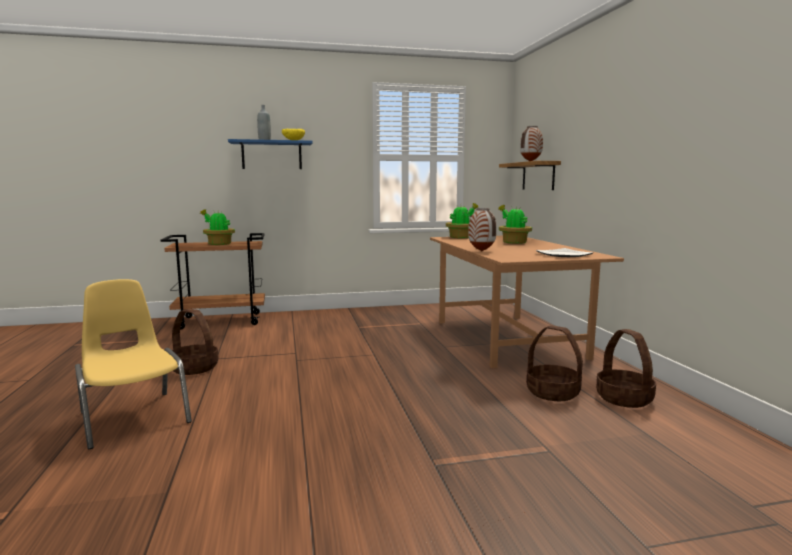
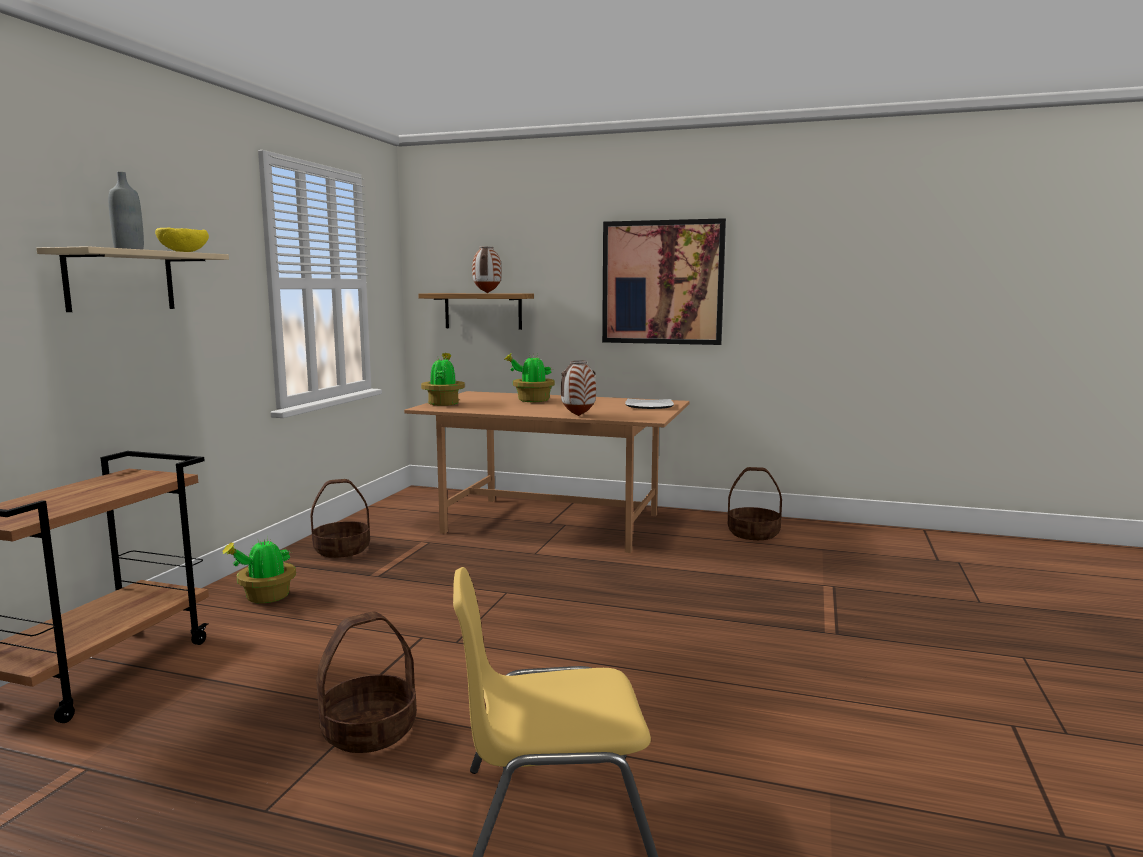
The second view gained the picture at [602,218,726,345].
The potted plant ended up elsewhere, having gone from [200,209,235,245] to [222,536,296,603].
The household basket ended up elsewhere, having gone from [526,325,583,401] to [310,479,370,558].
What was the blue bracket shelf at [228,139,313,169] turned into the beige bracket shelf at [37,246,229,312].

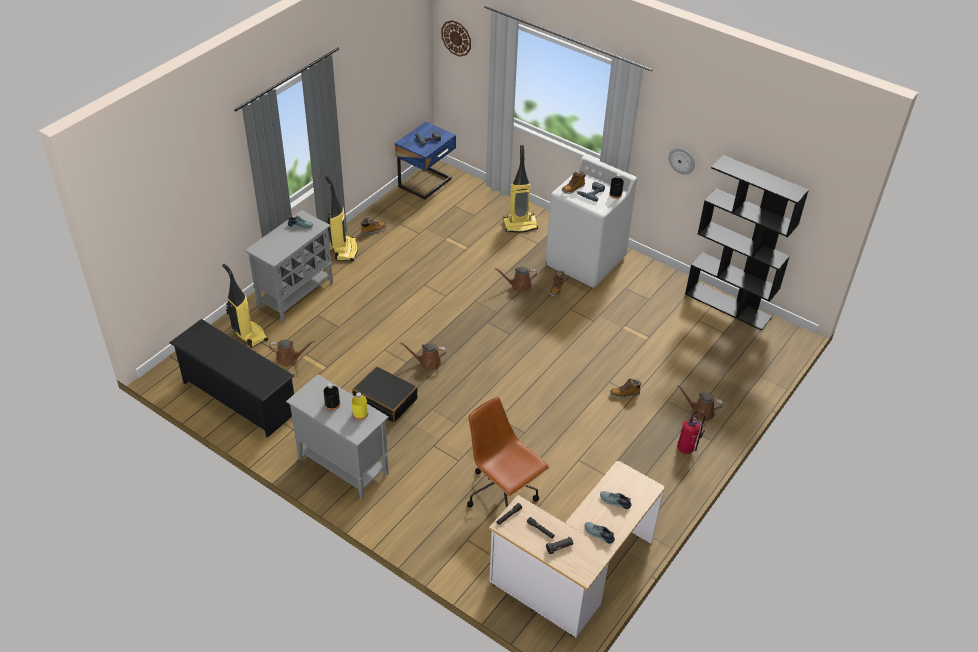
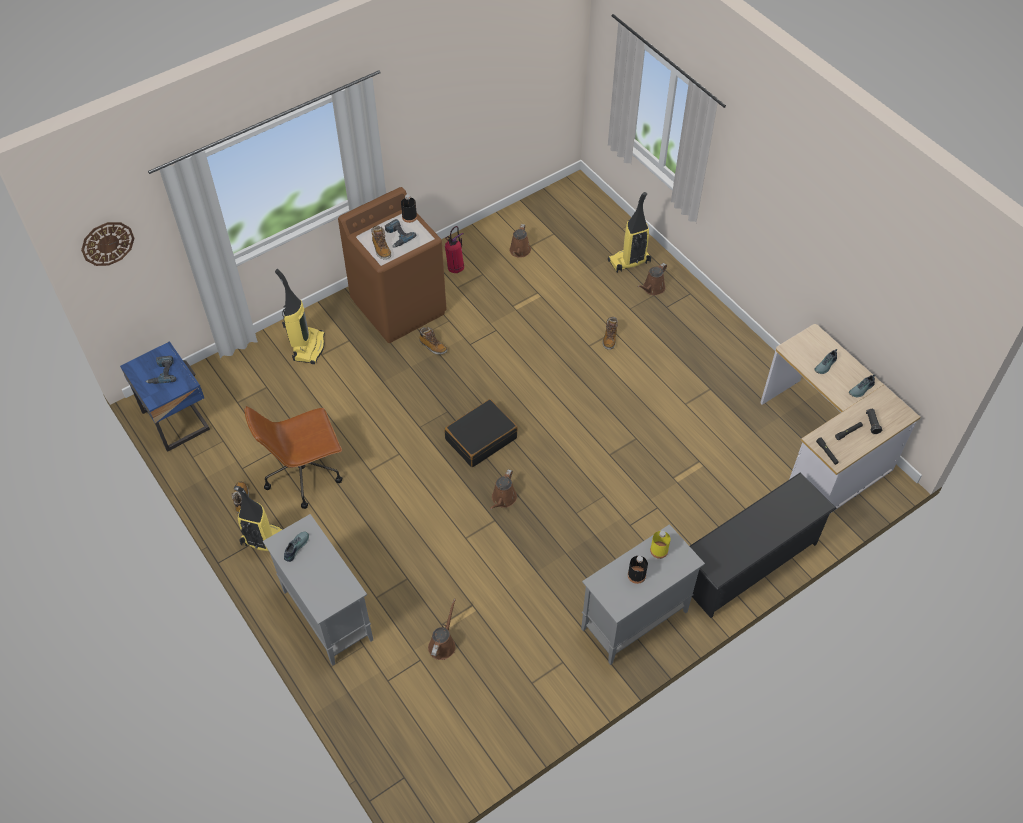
The second view lost the hanging clock at [668,148,695,175].
The second view lost the blackish bookcase at [685,155,809,331].
The blackish shoe rack ended up elsewhere, having gone from [169,319,295,438] to [690,472,837,618].
The vacuum cleaner ended up elsewhere, having gone from [222,264,268,348] to [608,192,651,273].
The blackish piece of luggage ended up elsewhere, having gone from [352,366,418,422] to [445,399,518,467].
The brown-coloured computer chair ended up elsewhere, having gone from [467,397,549,508] to [245,406,342,509].
The brown-coloured watering pot ended up elsewhere, having gone from [495,267,537,292] to [509,224,531,258].
The fire-fighting cylinder ended up elsewhere, having gone from [677,412,706,454] to [445,226,464,273].
What was the white-coloured washing machine at [545,155,637,288] turned into the brown-coloured washing machine at [338,187,446,343].

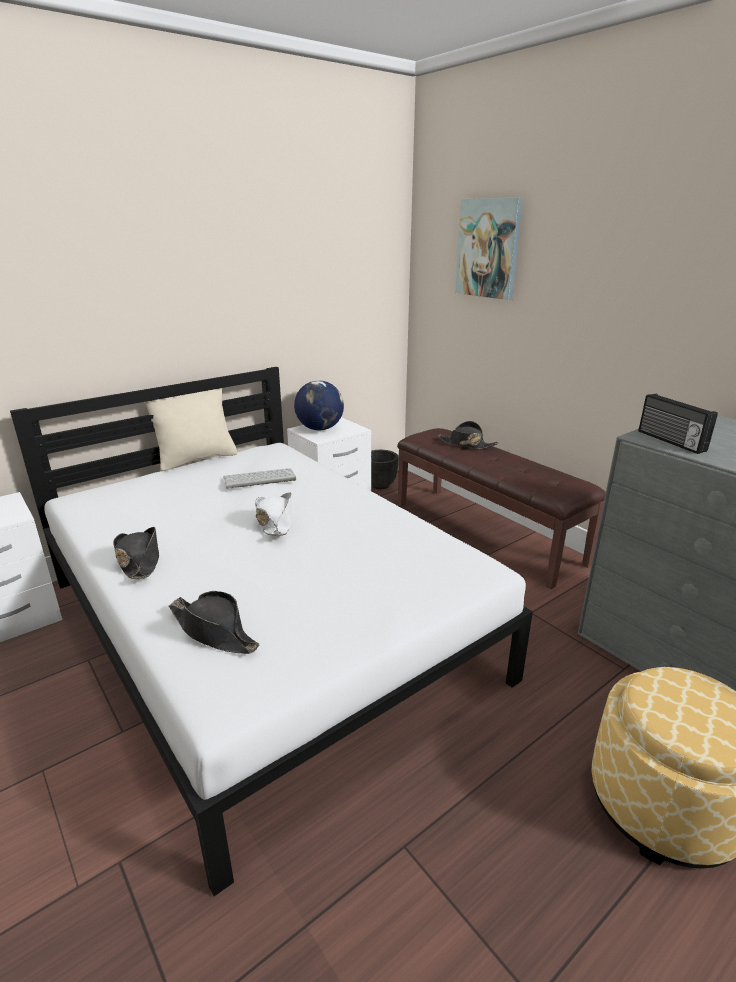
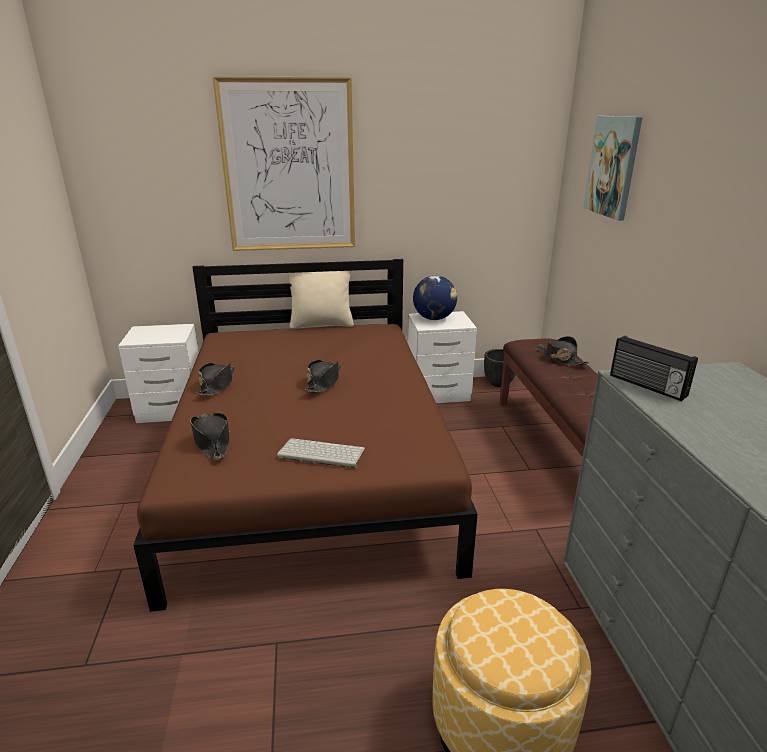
The second view gained the picture at [213,76,355,251].
The keyboard ended up elsewhere, having gone from [224,468,296,489] to [277,438,365,468].
What was the white-coloured sleeping bed at [10,367,533,896] turned into the brown-coloured sleeping bed at [133,259,478,612].
What was the white-coloured wearable hat at [255,492,292,536] turned into the blackish wearable hat at [305,360,341,393].
The radio receiver at [639,394,718,454] ended up facing another way, 45 degrees counterclockwise from before.

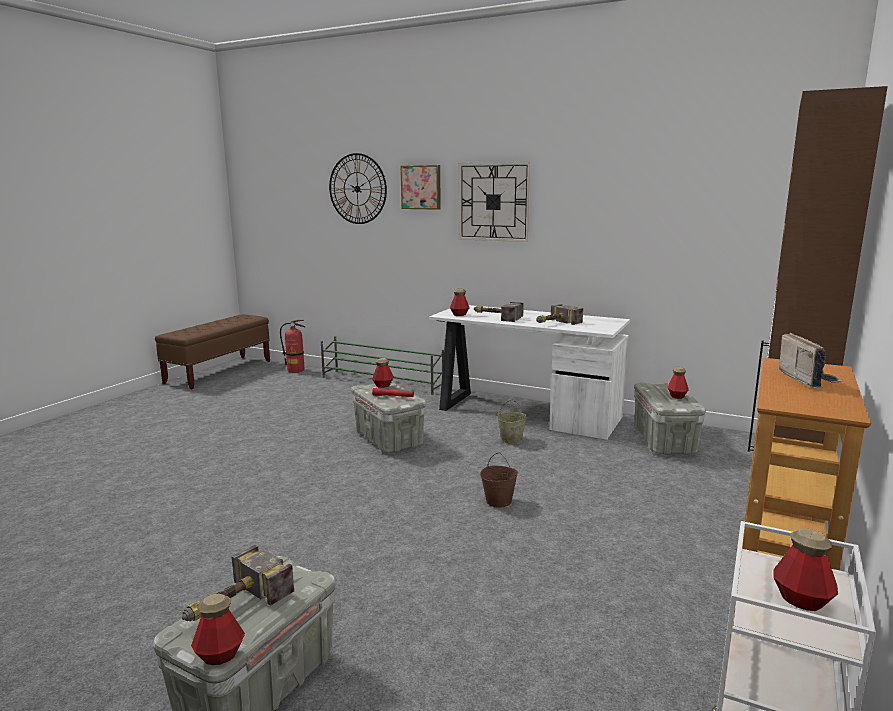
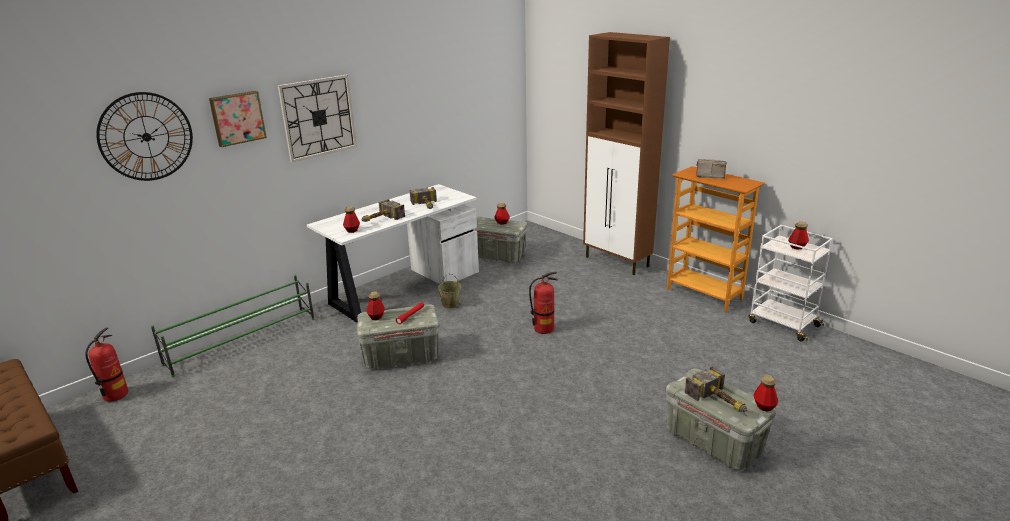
Where the brown-coloured pail stood at [480,453,518,508], the fire-fighting cylinder came to stand at [529,272,558,334].

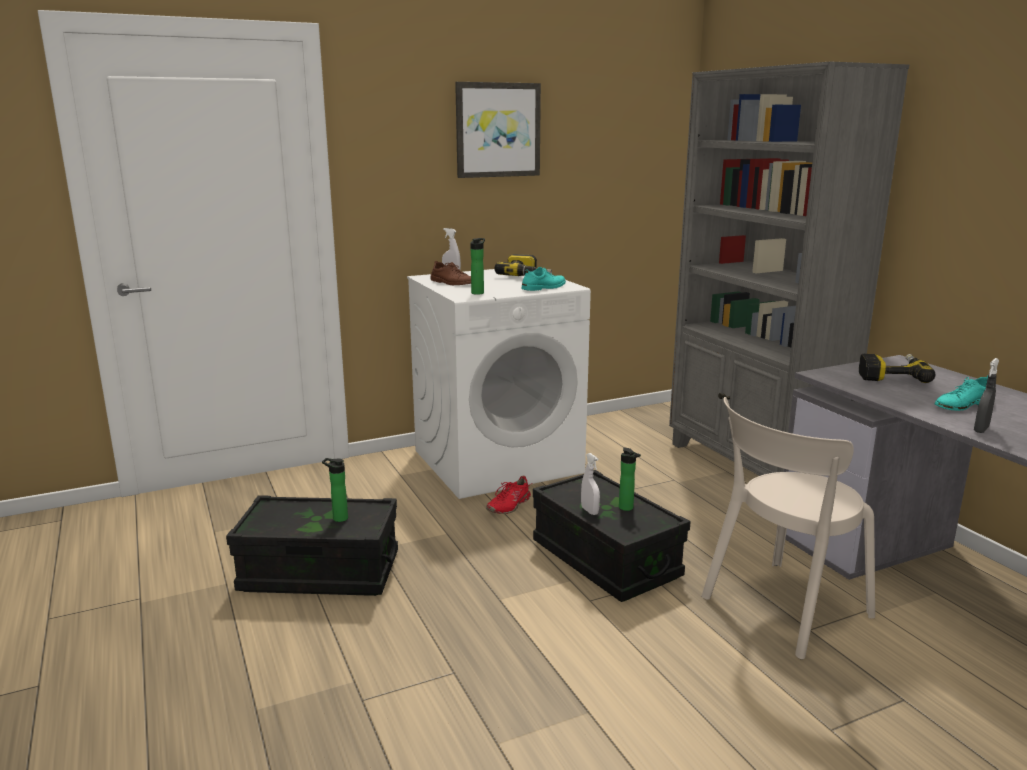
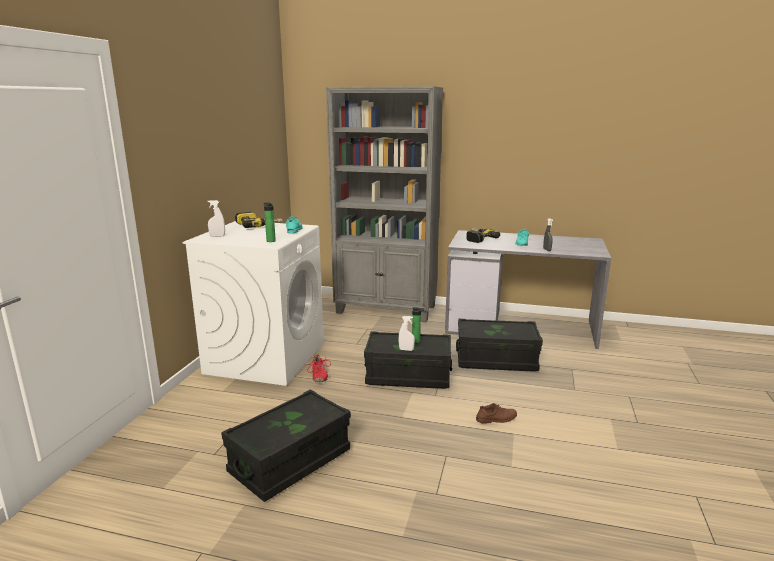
The second view lost the bottle at [322,458,348,522].
The second view lost the picture at [455,82,541,178].
The brown-coloured low shoe ended up elsewhere, having gone from [430,261,471,285] to [476,403,517,423].
Where the beige upright chair stood at [701,397,875,660], the blackish storage box came to stand at [456,319,543,372].

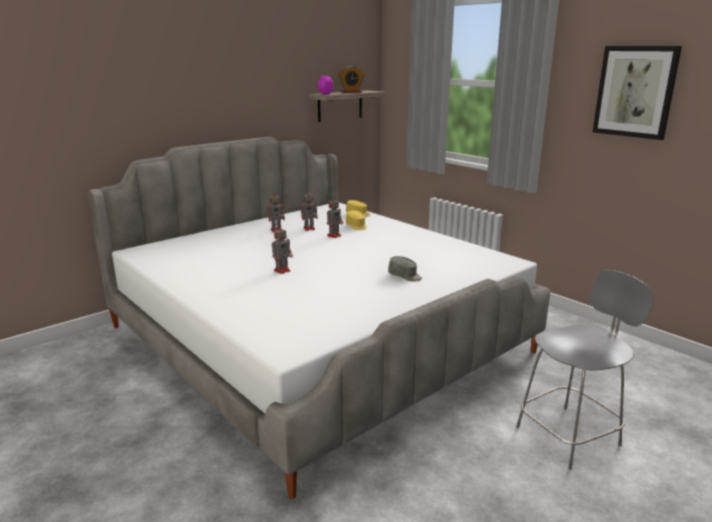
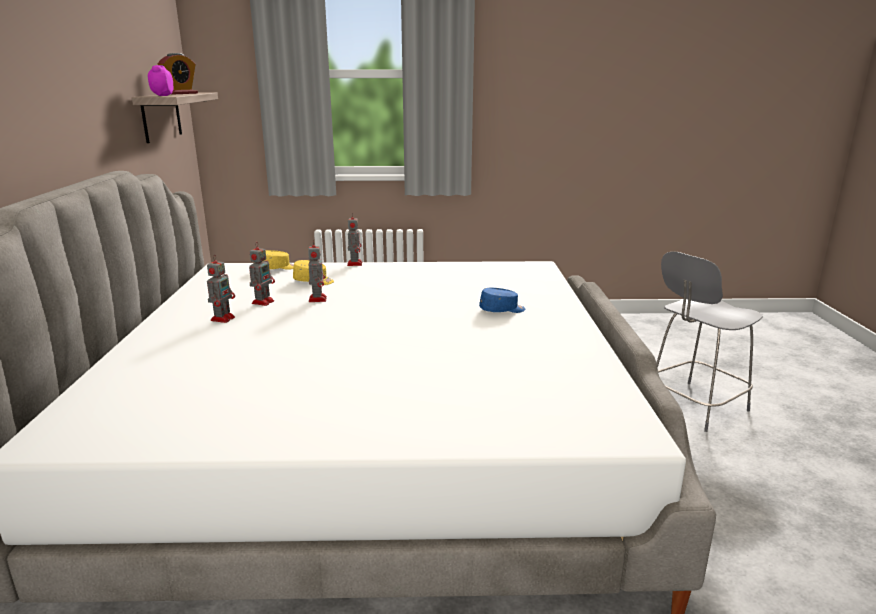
The second view lost the picture at [593,46,682,140].
The toy robot ended up elsewhere, having gone from [272,228,293,274] to [347,213,362,266].
What was the gray cap at [388,256,422,282] turned into the blue cap at [479,288,525,313].
The gray upright chair at [516,270,654,470] ended up facing another way, 135 degrees counterclockwise from before.

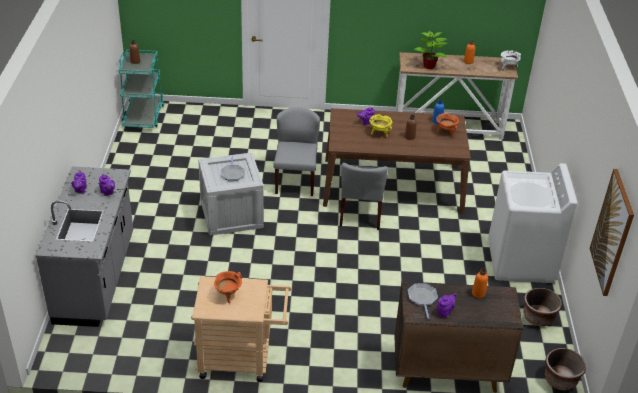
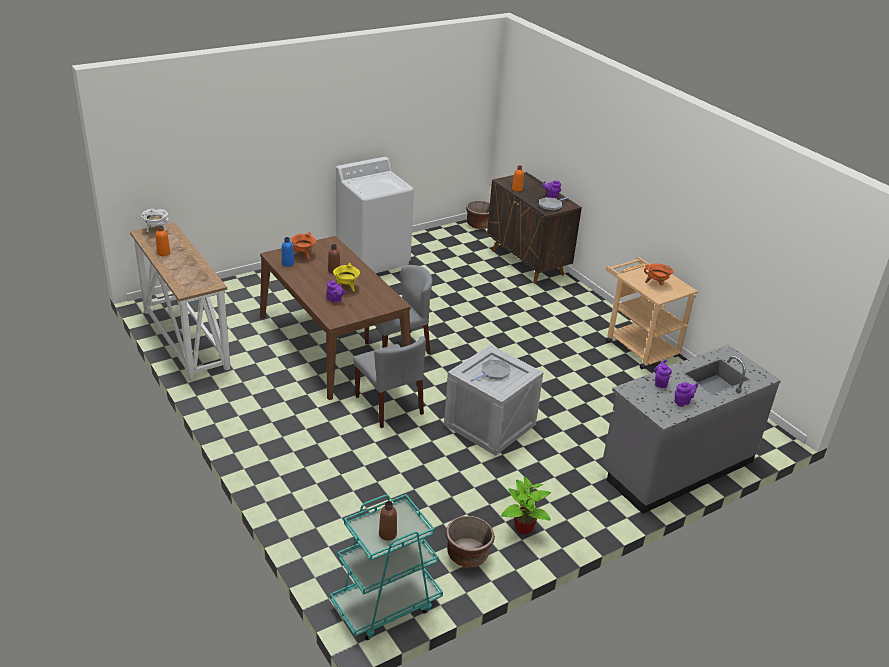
The second view lost the picture at [589,169,634,296].
The potted plant ended up elsewhere, having gone from [413,31,448,69] to [501,477,551,535].
The brown-coloured plant pot ended up elsewhere, having gone from [523,288,562,326] to [446,516,495,568].
The gray upright chair at [273,107,320,196] ended up facing another way, 90 degrees counterclockwise from before.

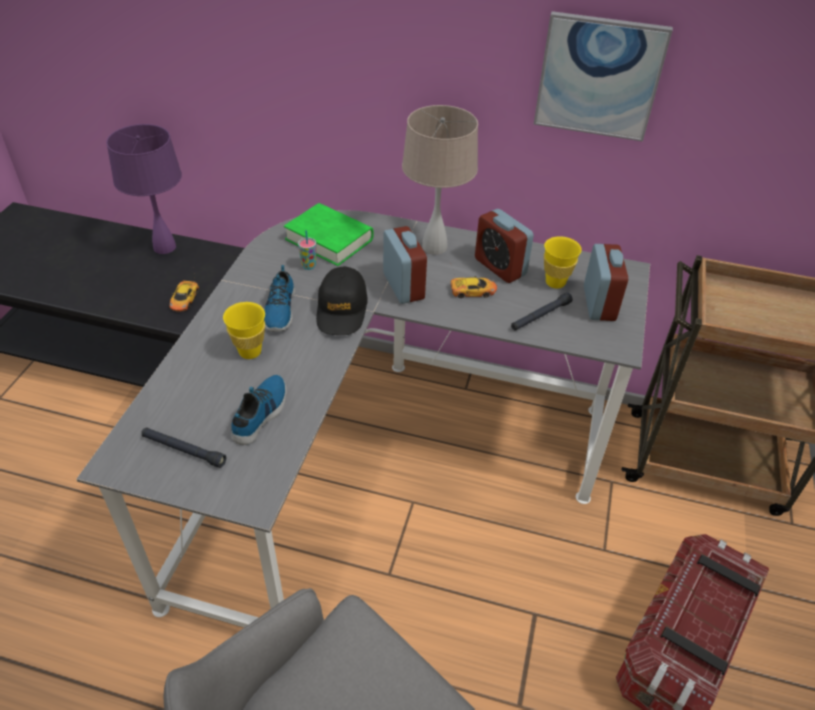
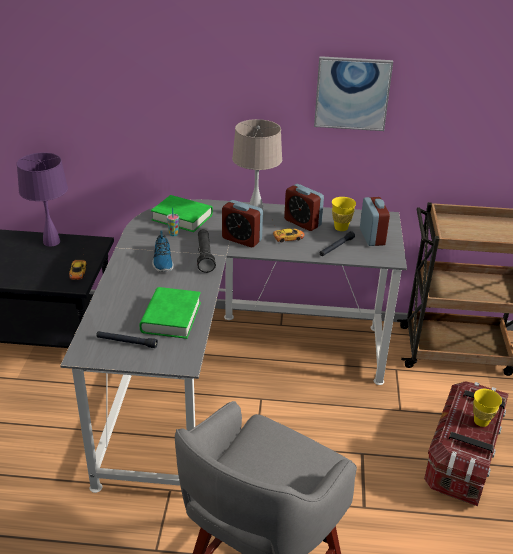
The yellow-coloured small cup ended up elsewhere, having gone from [223,302,265,359] to [473,389,502,427].
Where the low shoe stood at [231,375,287,445], the greenish bound book came to stand at [140,287,201,339].
Where the blackish cap stood at [316,266,367,335], the blackish hand torch came to stand at [197,229,216,273].
The bedside clock at [383,226,427,304] ended up facing another way, 150 degrees clockwise from before.

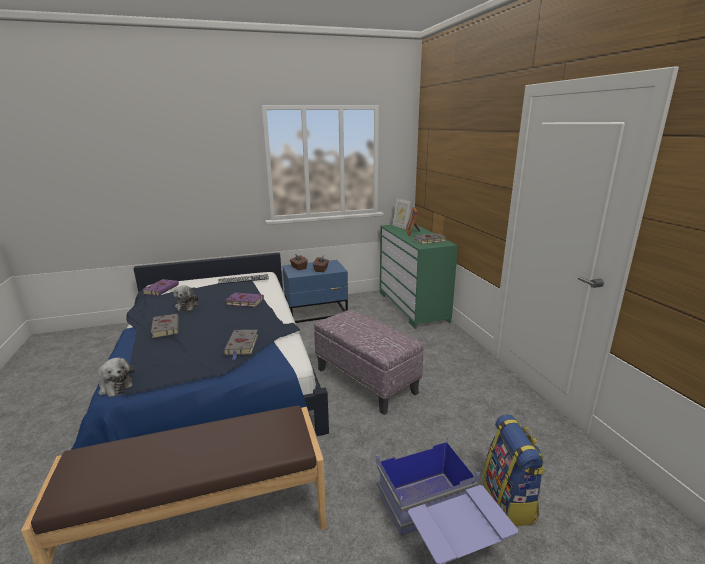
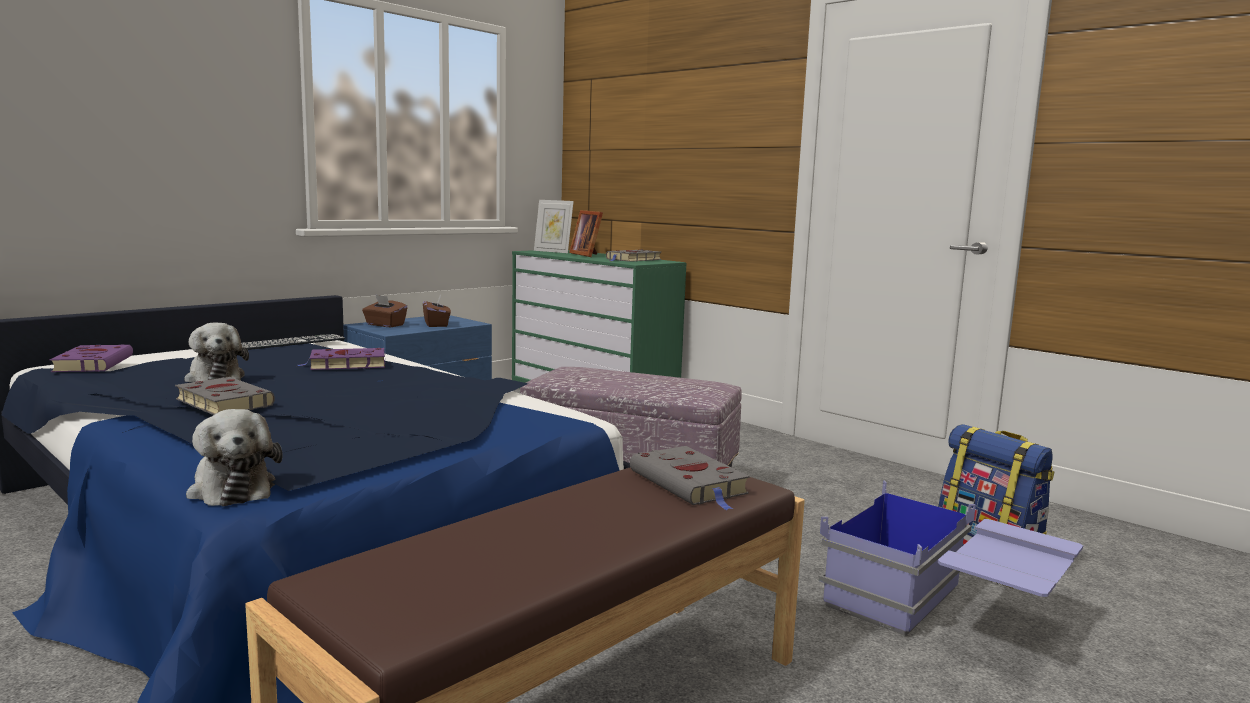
The gray bound book ended up elsewhere, having gone from [224,330,258,360] to [630,446,750,510].
The plush toy at [98,358,134,397] ended up facing another way, 45 degrees clockwise from before.

